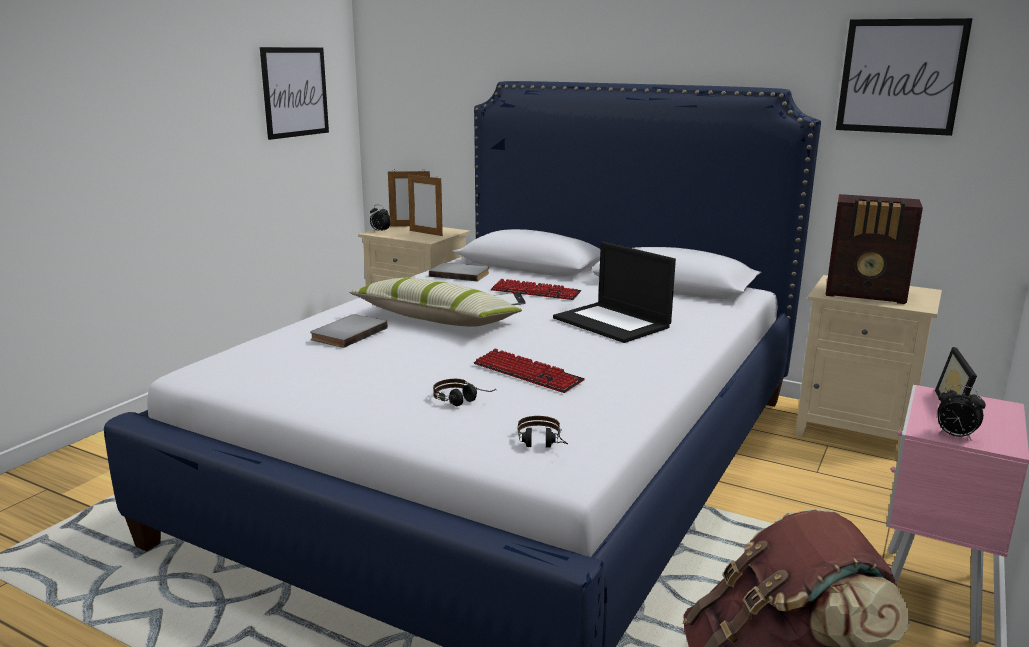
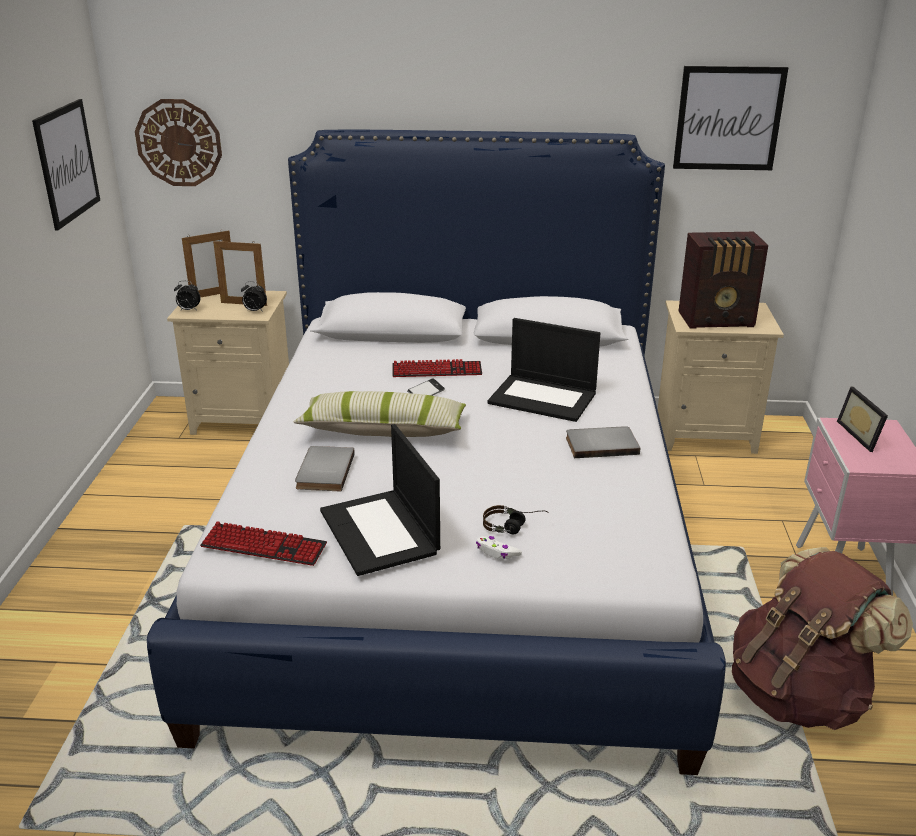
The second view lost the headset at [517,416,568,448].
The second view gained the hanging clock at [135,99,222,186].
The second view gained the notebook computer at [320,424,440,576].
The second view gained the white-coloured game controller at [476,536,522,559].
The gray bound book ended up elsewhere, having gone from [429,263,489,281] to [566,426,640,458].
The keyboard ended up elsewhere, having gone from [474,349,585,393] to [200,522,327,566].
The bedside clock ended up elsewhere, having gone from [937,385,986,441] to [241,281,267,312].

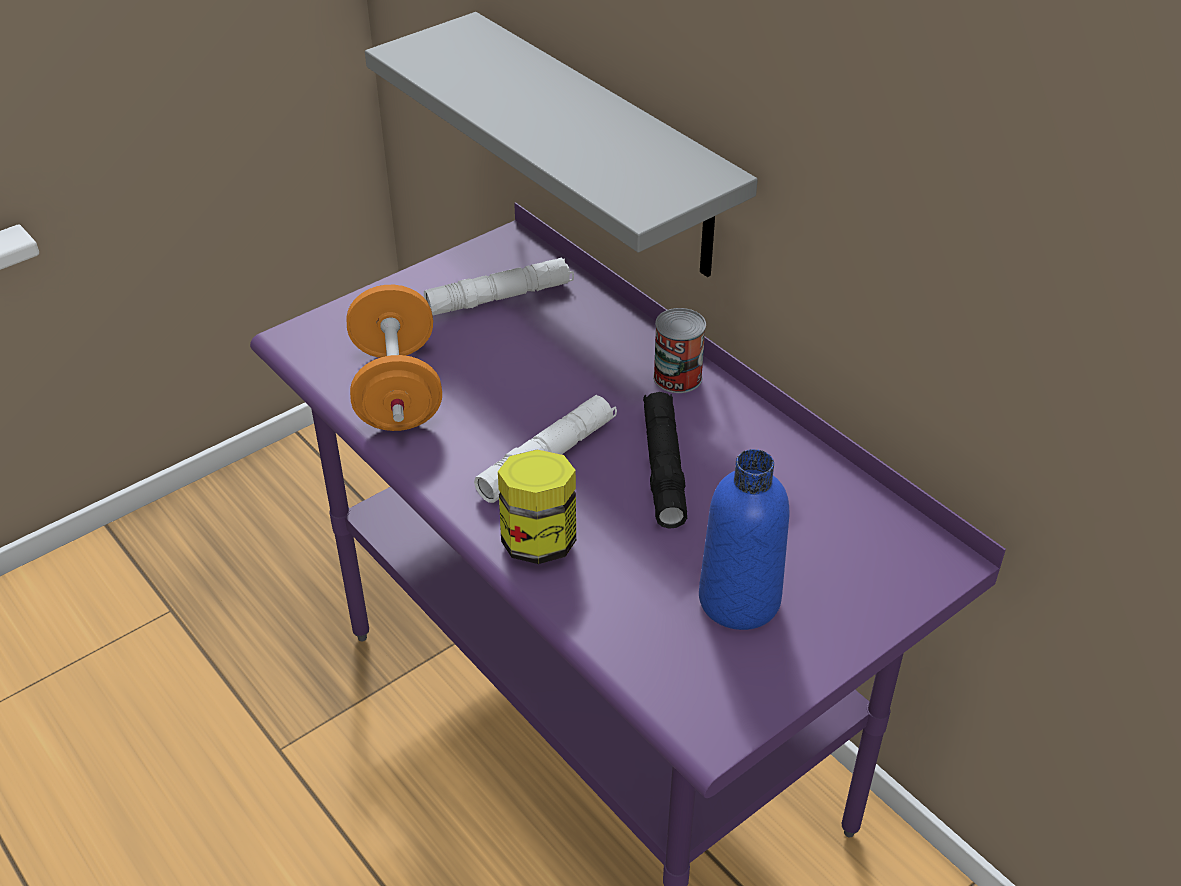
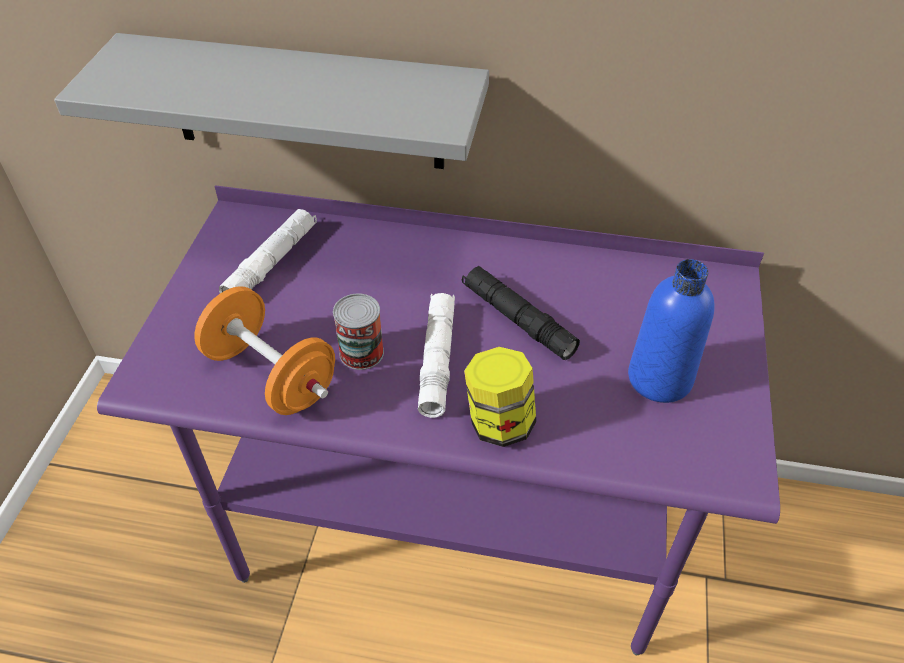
The metal can ended up elsewhere, having gone from [653,308,706,393] to [333,293,384,370].

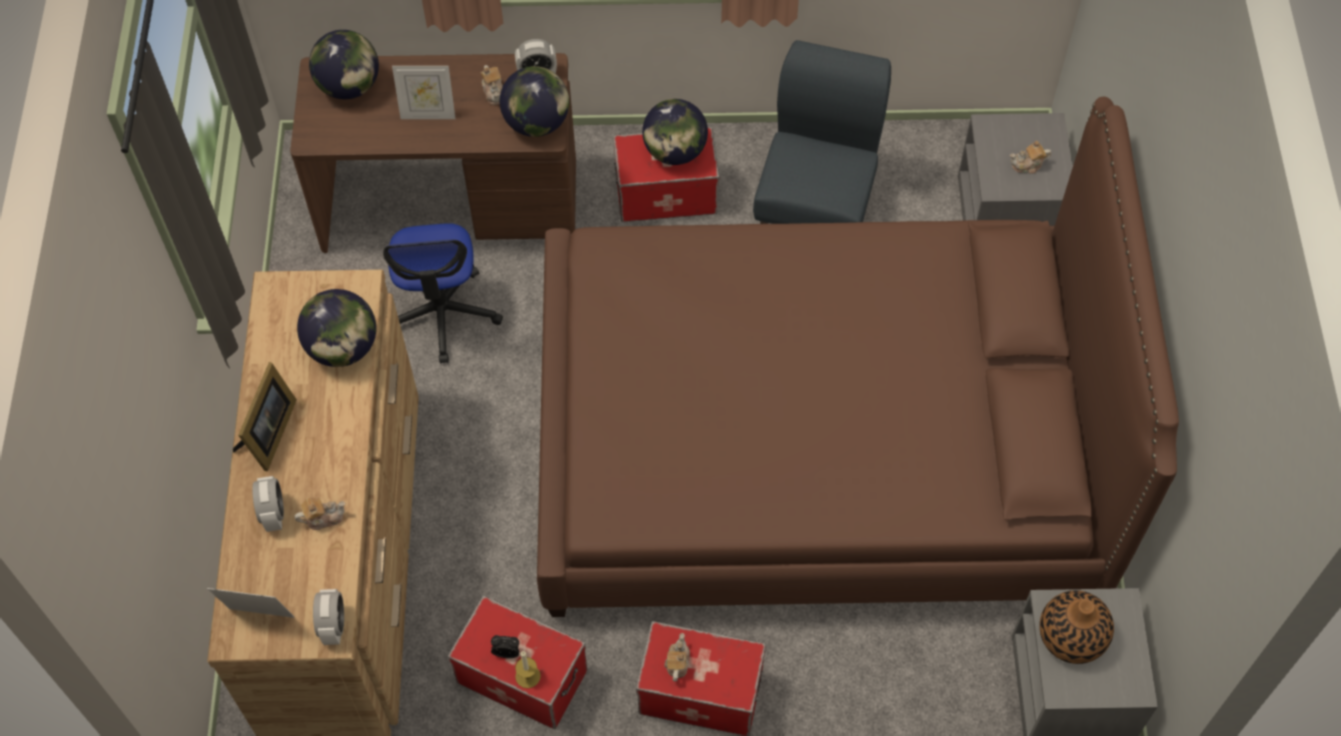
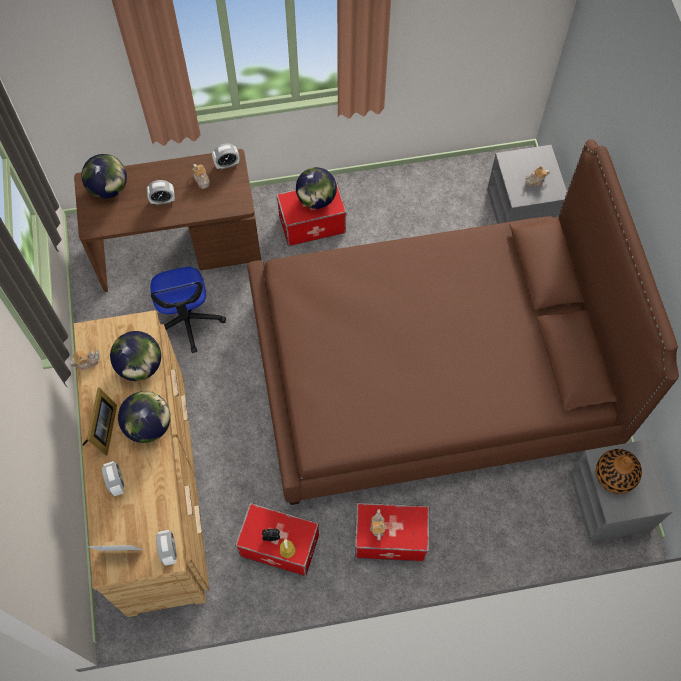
The second view lost the blue upright chair at [753,40,891,224].
The tea pot ended up elsewhere, having gone from [295,497,345,530] to [70,350,100,370].
The globe ended up elsewhere, having gone from [500,66,569,137] to [118,391,171,443].
Where the standing frame stood at [392,66,456,119], the bedside clock came to stand at [147,180,175,205].

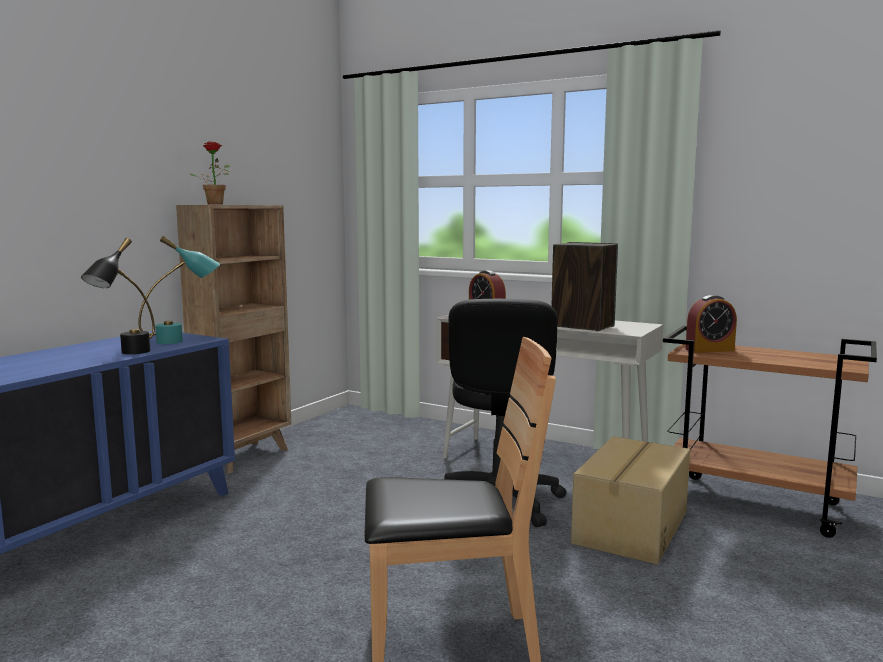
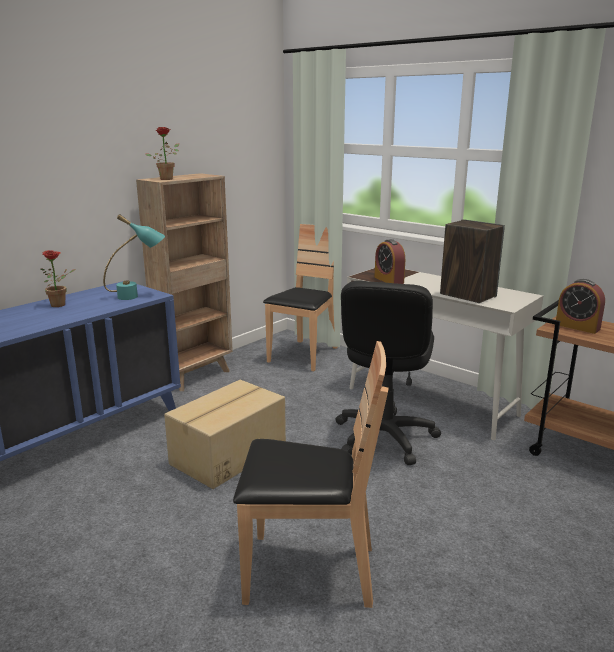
The second view lost the blackish tabletop lamp at [81,238,155,354].
The second view gained the potted plant at [40,250,76,307].
The second view gained the brown-coloured upright chair at [263,224,338,371].
The carton ended up elsewhere, having gone from [571,436,690,565] to [164,380,286,489].
The bedside clock at [685,295,737,353] ended up facing another way, 45 degrees clockwise from before.

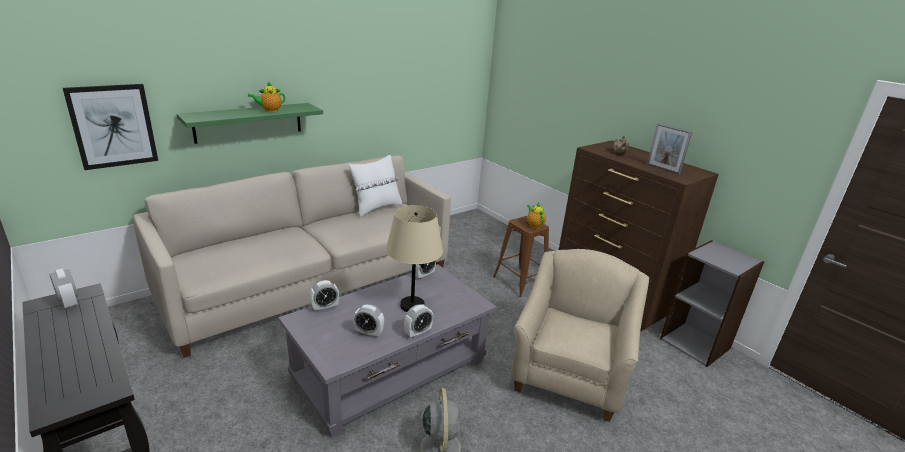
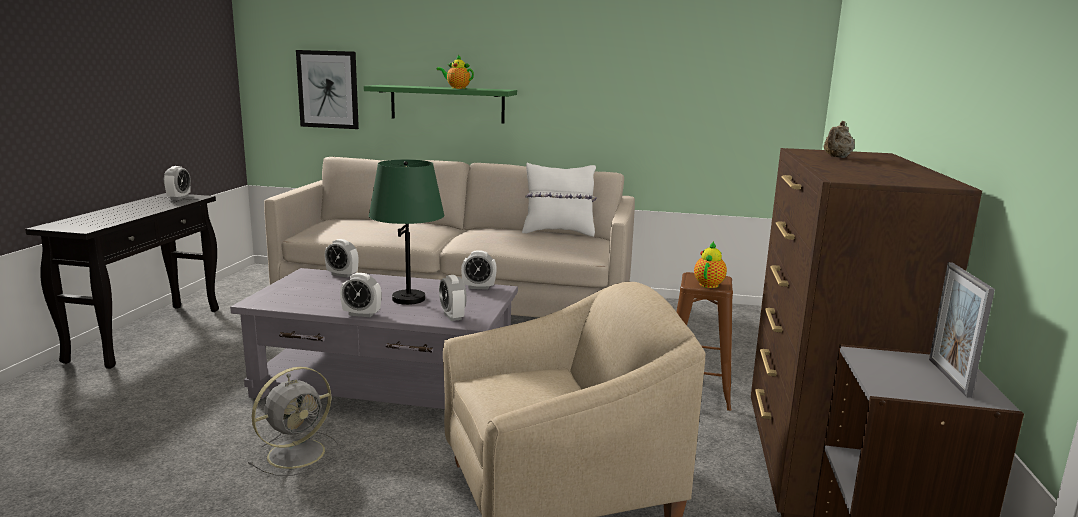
The bedside clock ended up elsewhere, having gone from [353,304,384,338] to [439,275,467,321].
The standing frame ended up elsewhere, having gone from [647,123,692,175] to [929,262,995,398].
What was the beige tabletop lamp at [386,205,443,312] turned into the greenish tabletop lamp at [369,160,444,305].

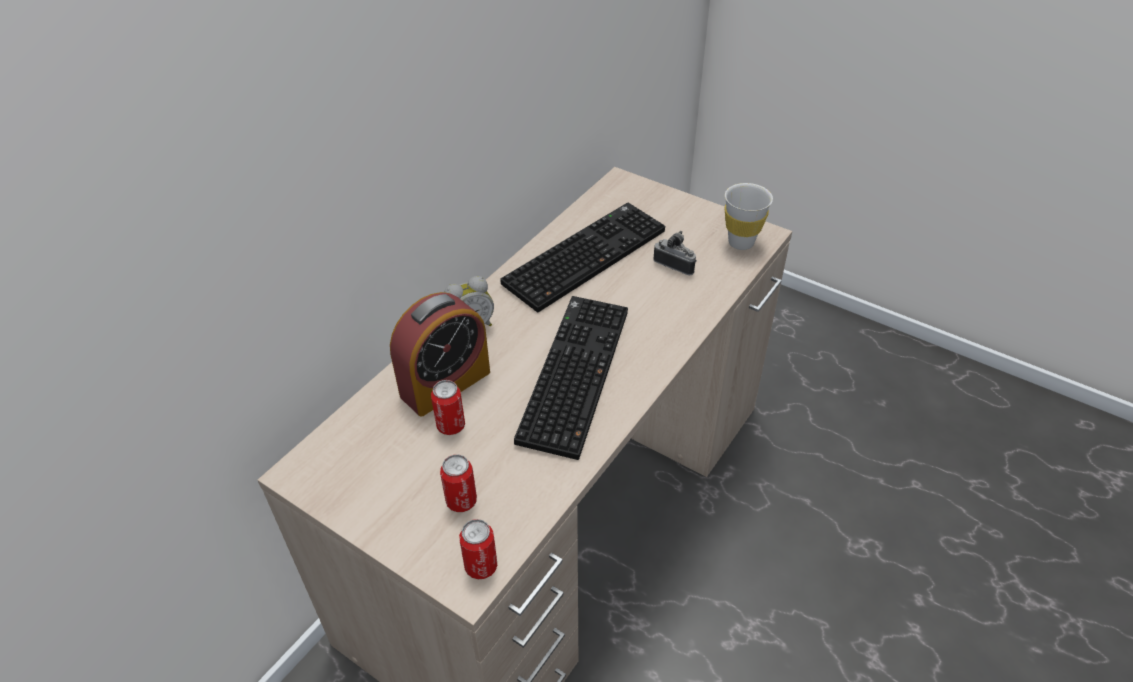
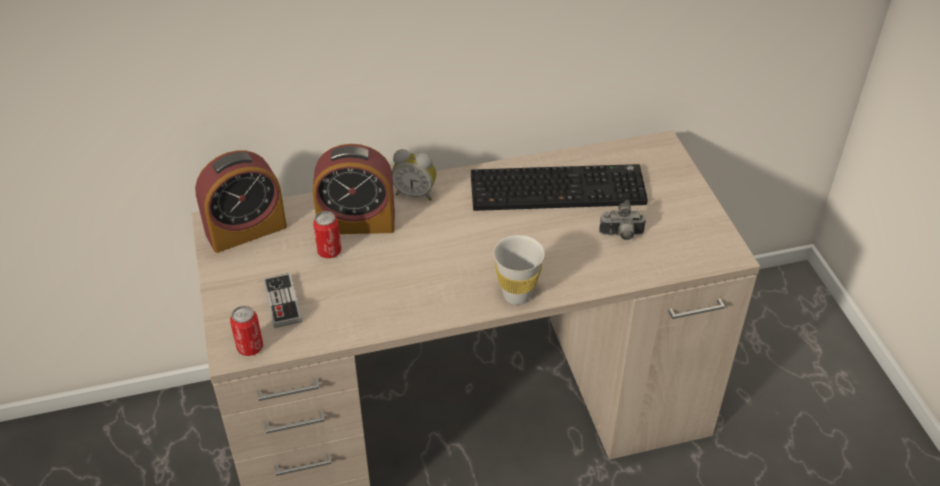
The second view lost the keyboard at [514,296,628,460].
The second view gained the bedside clock at [195,151,287,253].
The white-coloured small cup ended up elsewhere, having gone from [724,183,773,250] to [493,235,545,305].
Where the metal can stood at [440,454,477,512], the game controller came to stand at [263,273,303,328].
The still camera at [653,231,697,275] ended up facing another way, 105 degrees clockwise from before.

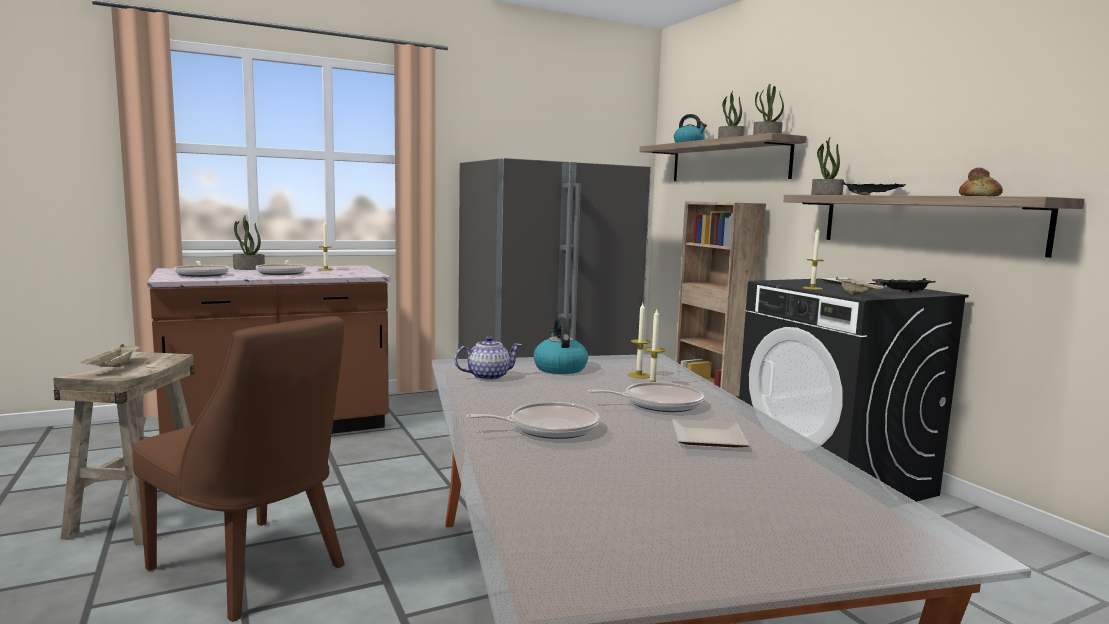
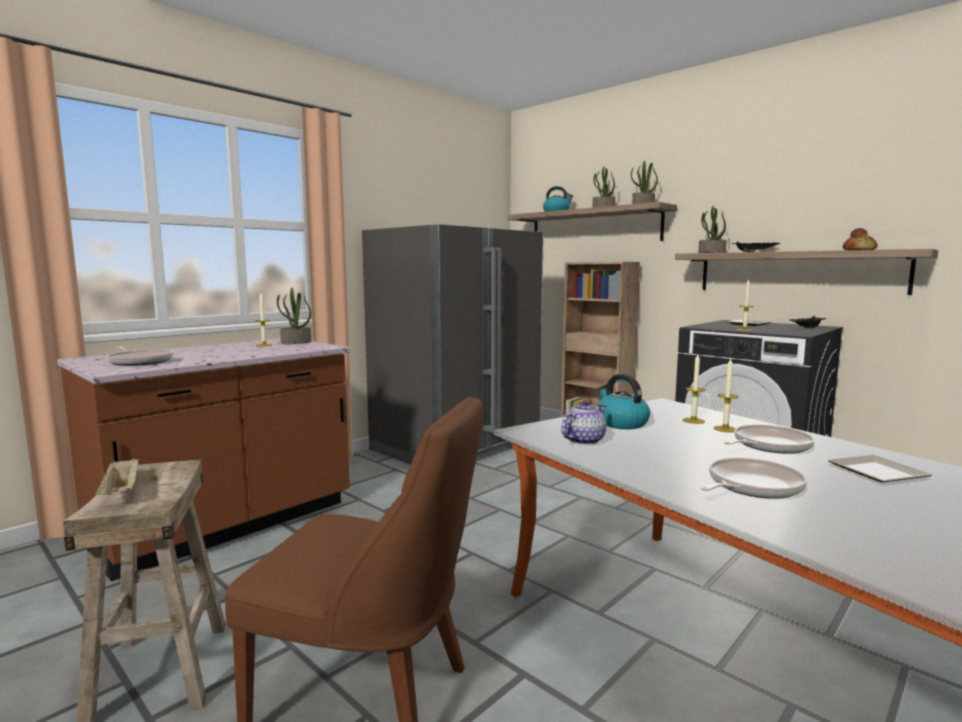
The second view lost the frying pan at [256,260,306,275].
The second view lost the beige carrying tray at [836,277,887,295].
The potted plant ended up elsewhere, having gone from [233,215,265,270] to [277,288,311,344].

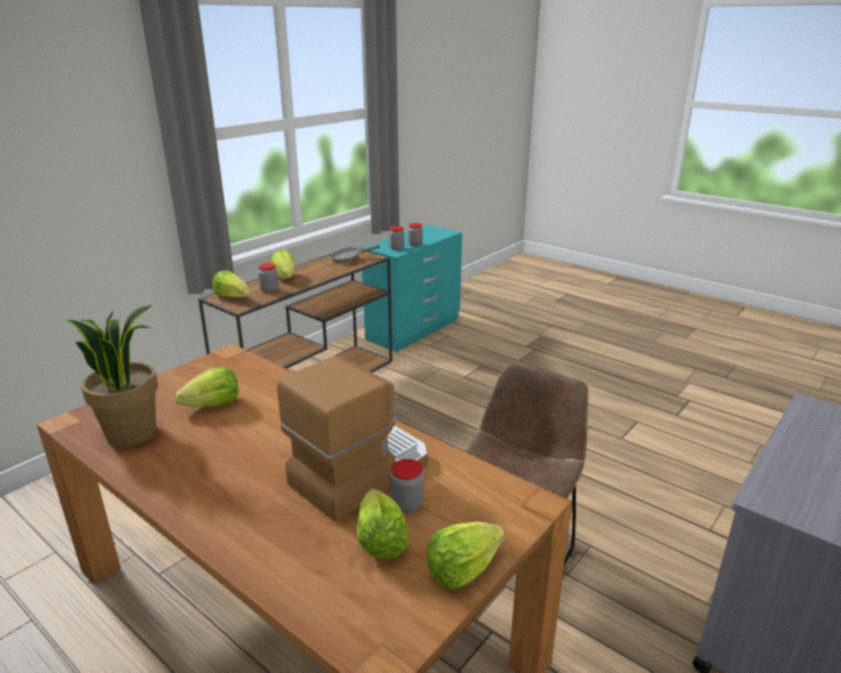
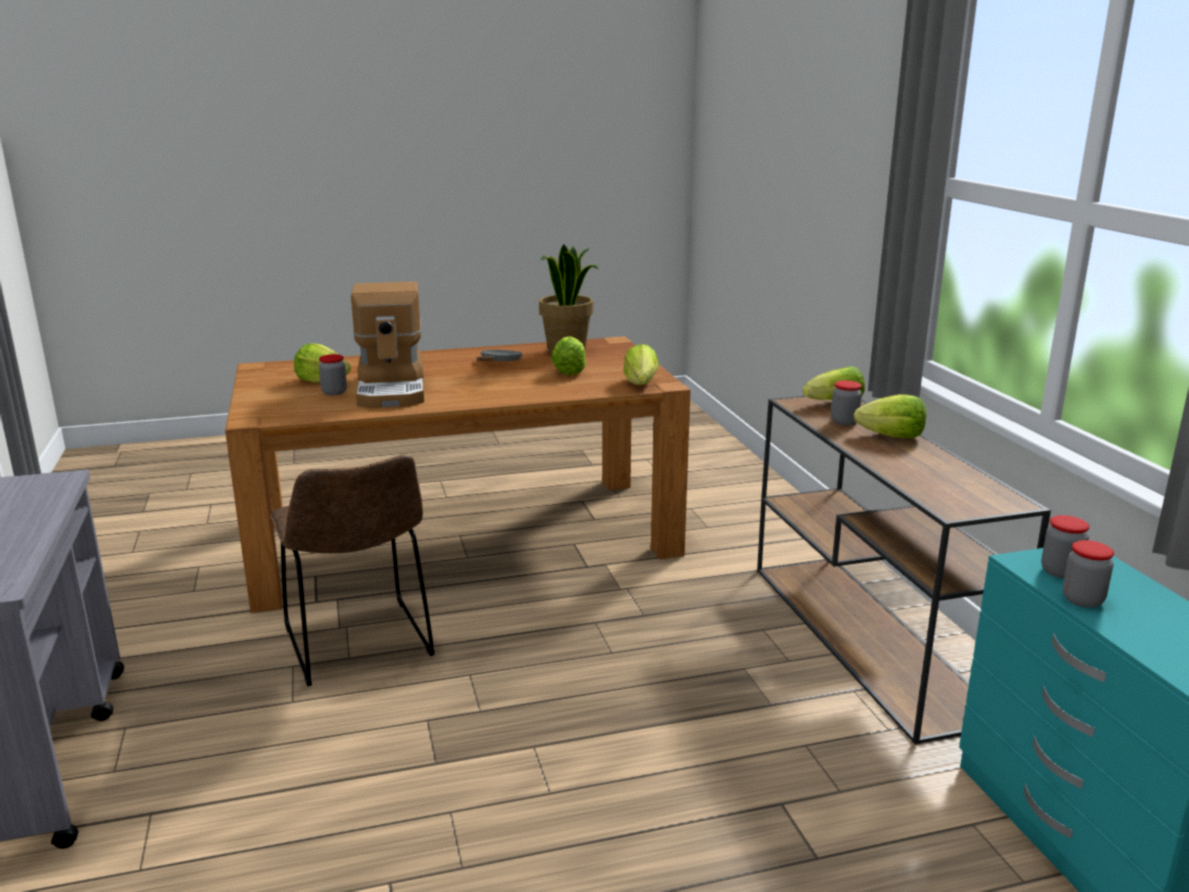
The gray frying pan ended up elsewhere, having gone from [330,245,380,262] to [477,350,523,361].
The head of lettuce ended up elsewhere, having gone from [426,522,505,590] to [624,344,659,385].

